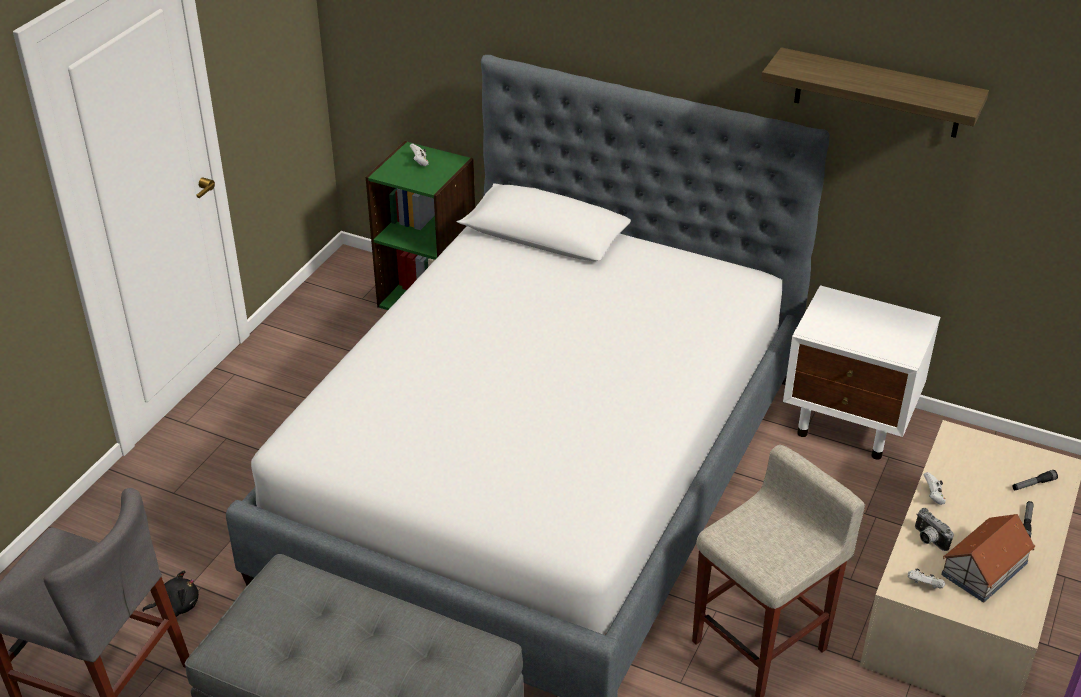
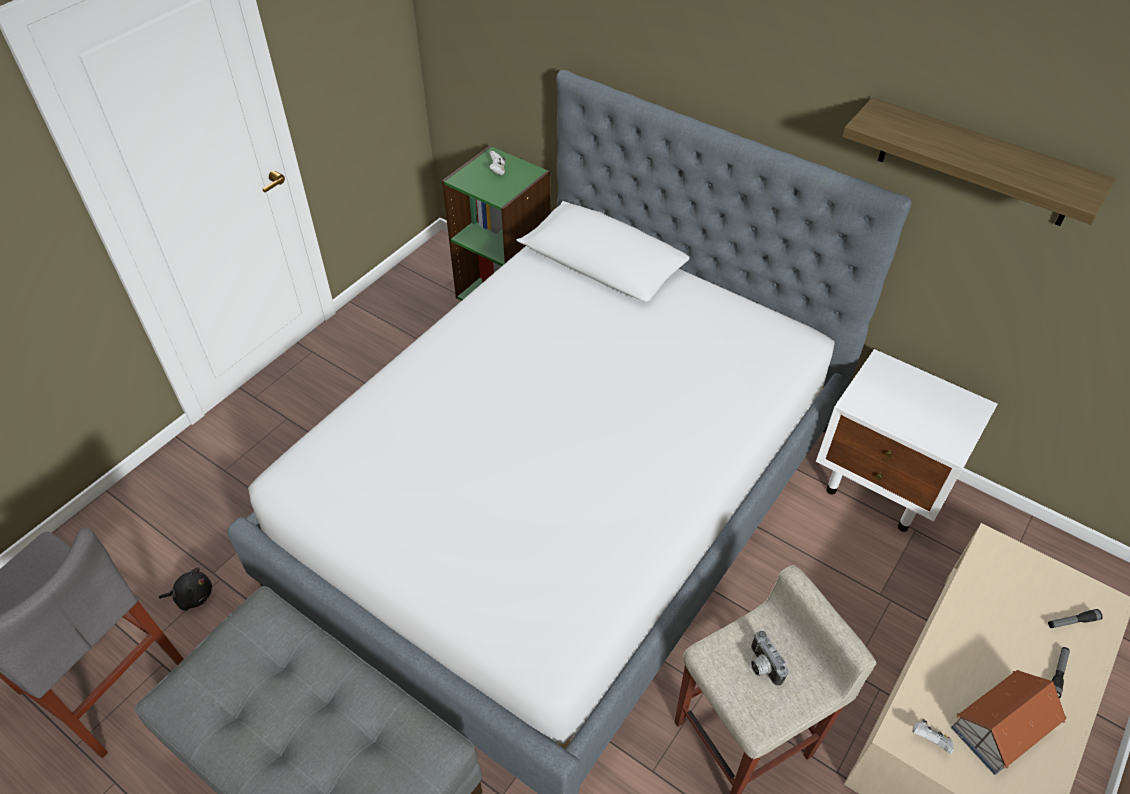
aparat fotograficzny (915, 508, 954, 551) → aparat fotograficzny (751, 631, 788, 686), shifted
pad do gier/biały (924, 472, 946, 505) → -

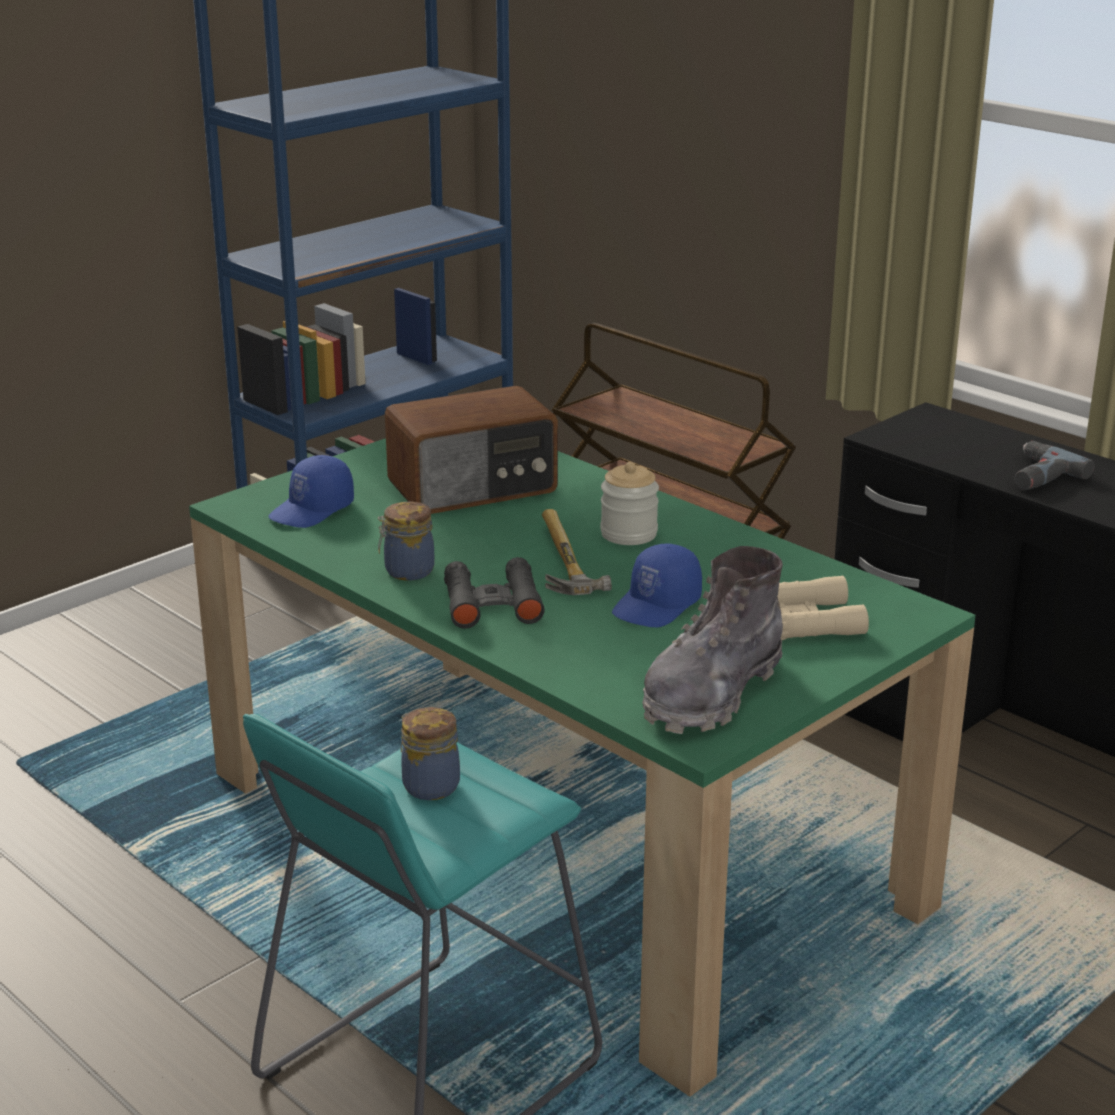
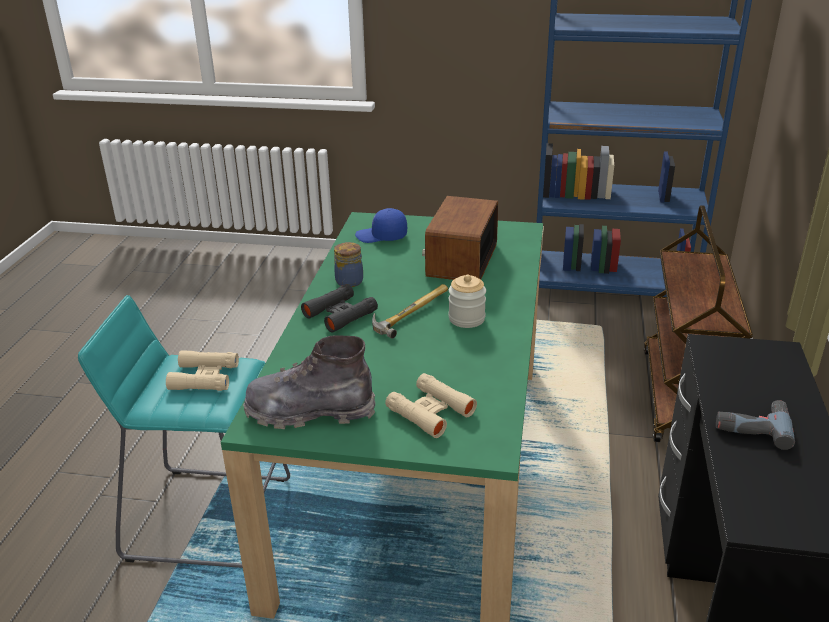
radio (385, 385, 558, 514) → radio (422, 196, 499, 280), 75 degrees clockwise
słoik (401, 707, 460, 800) → lornetka/beżowy (166, 350, 239, 391)
czapka z daszkiem/niebieski (612, 544, 702, 627) → -

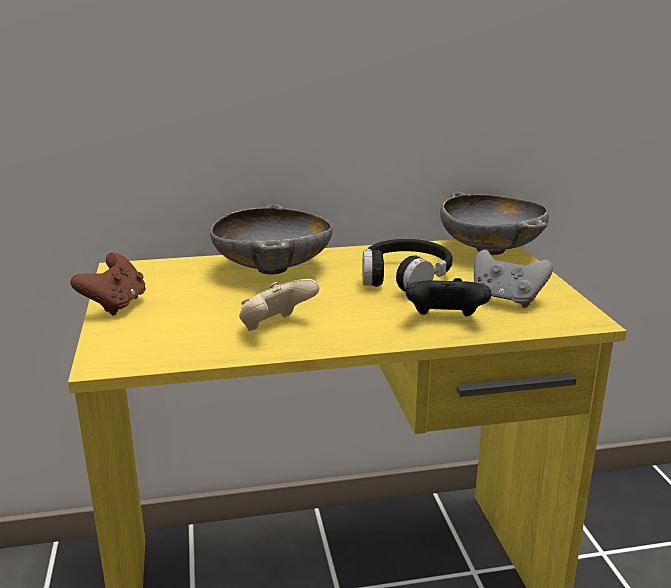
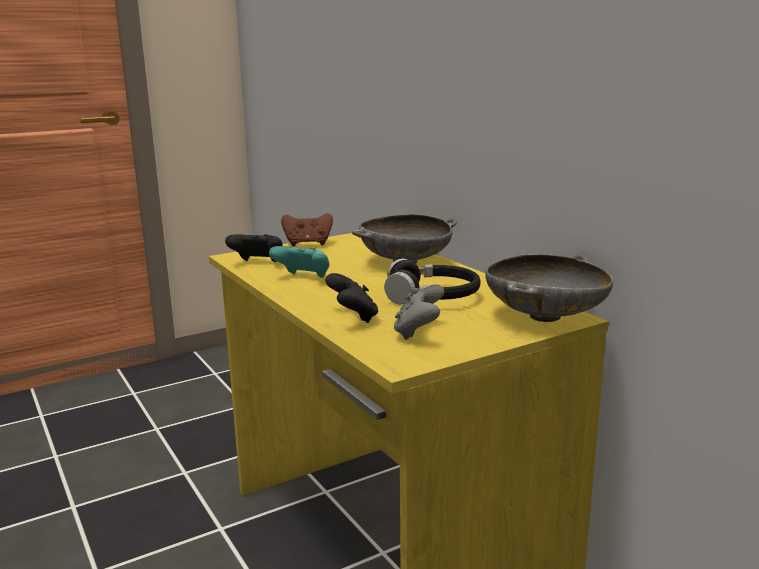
pad do gier/beżowy (239, 279, 319, 331) → pad do gier/turkusowy (269, 246, 329, 278)
- → pad do gier/czarny (225, 234, 283, 262)

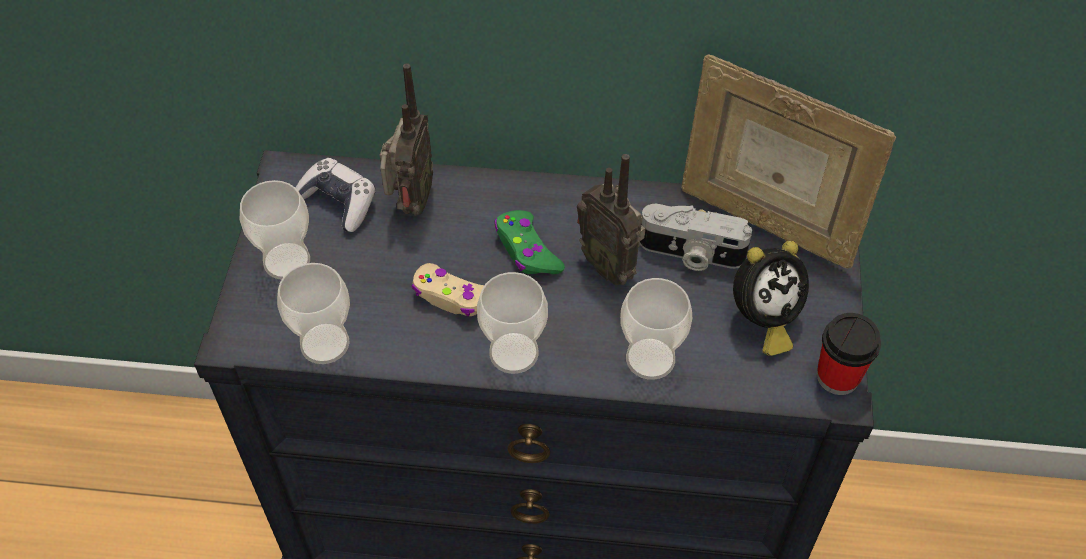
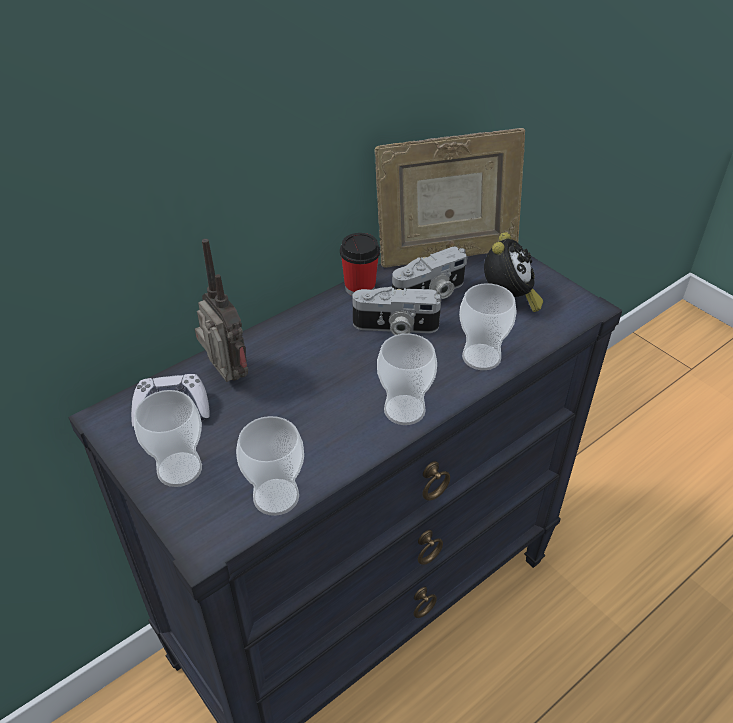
pad do gier/beżowy (411, 263, 484, 316) → -
pad do gier/zielony (494, 210, 565, 275) → -
radio (577, 154, 646, 285) → aparat fotograficzny (352, 286, 441, 335)
filiżanka (817, 313, 881, 395) → filiżanka (340, 233, 380, 296), shifted

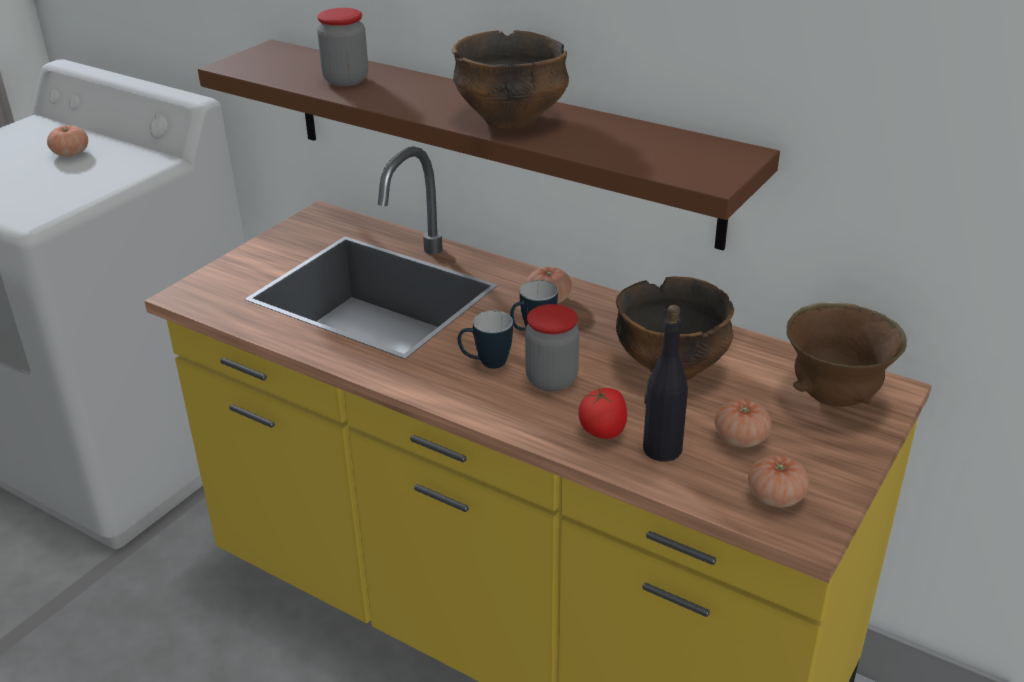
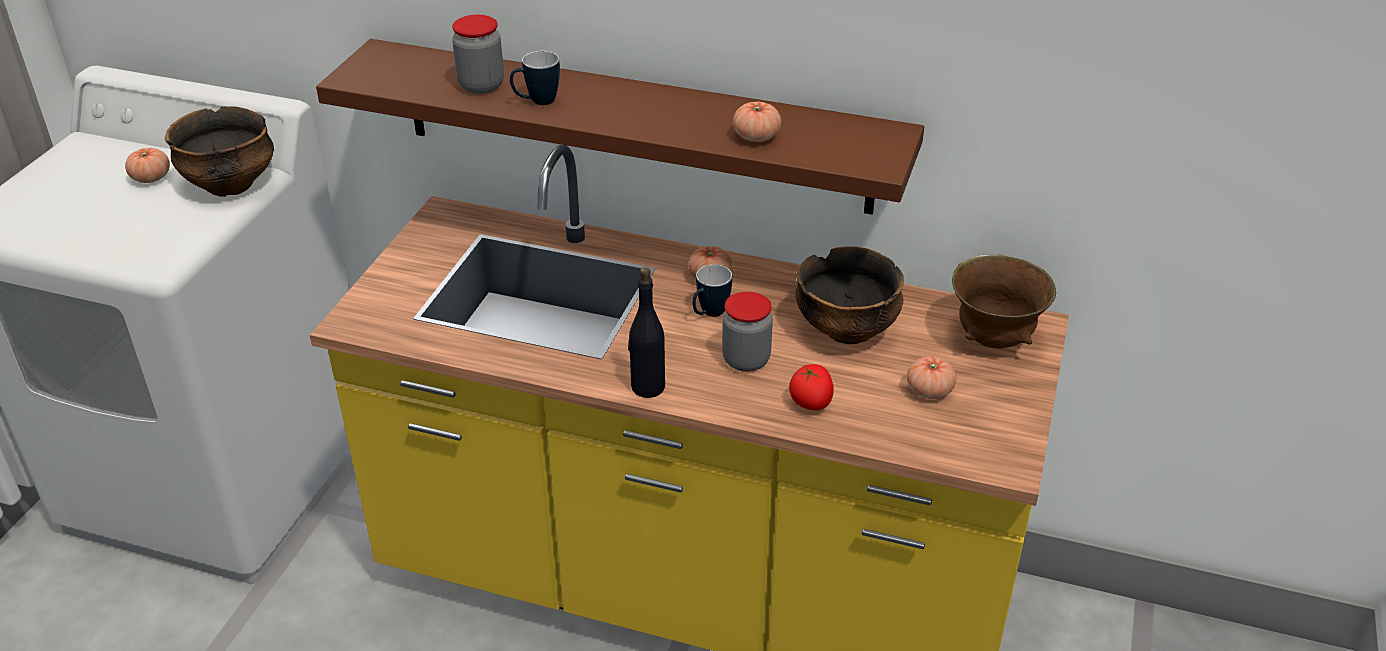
miska (452, 30, 569, 129) → miska (165, 106, 274, 197), shifted
kubek (458, 311, 513, 369) → kubek (510, 51, 560, 105), shifted
butelka/czarny (643, 305, 688, 462) → butelka/czarny (628, 267, 665, 398), shifted
pomidor (748, 455, 809, 507) → pomidor (733, 101, 781, 142), shifted

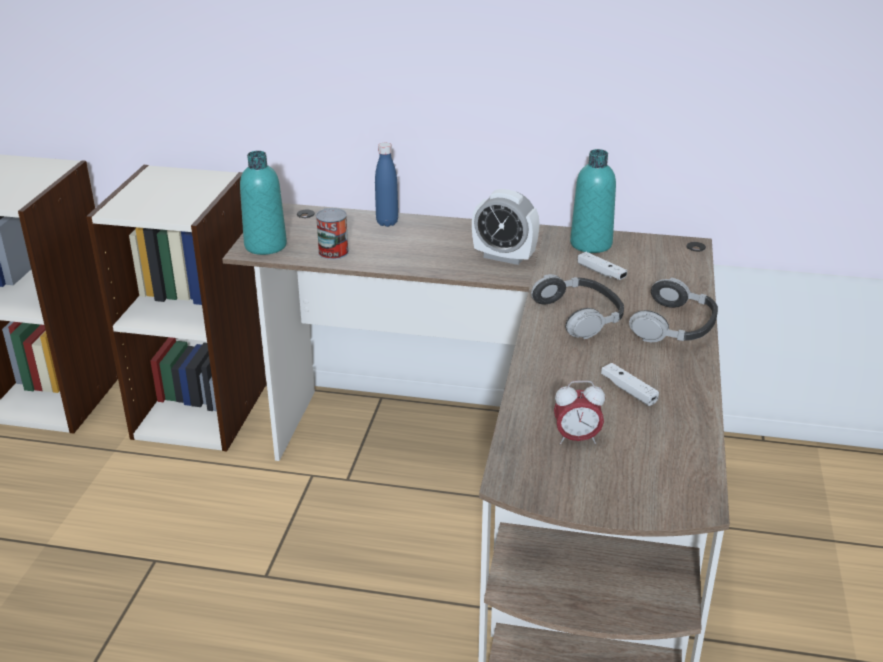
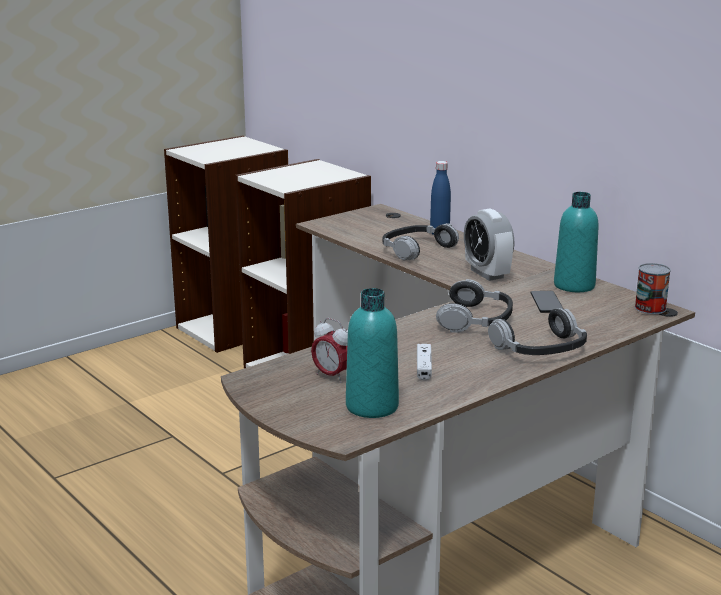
butelka/turkusowy (240, 151, 287, 255) → butelka/turkusowy (346, 288, 399, 418), shifted
puszka (316, 208, 349, 260) → puszka (635, 263, 671, 314), shifted
pad do gier/biały (578, 252, 627, 280) → telefon (530, 291, 563, 313)
- → słuchawki (383, 223, 459, 261)

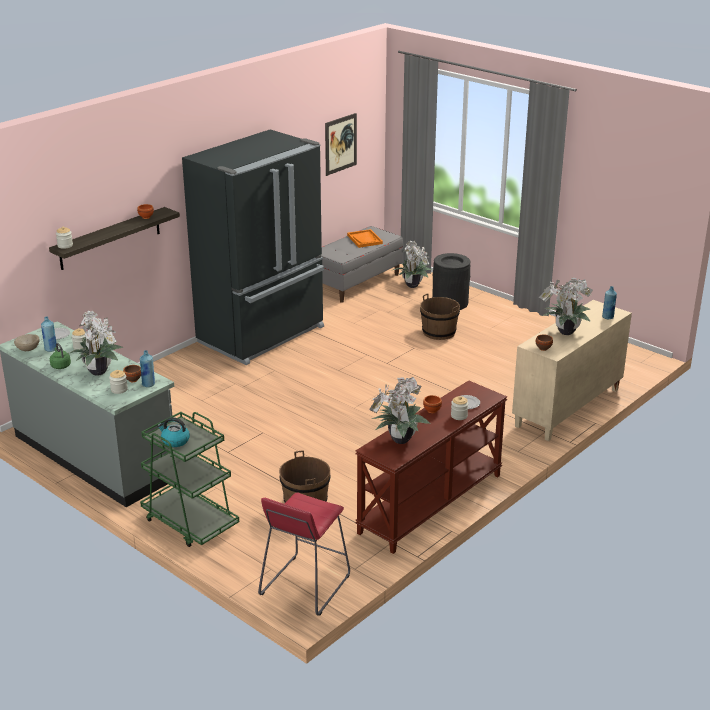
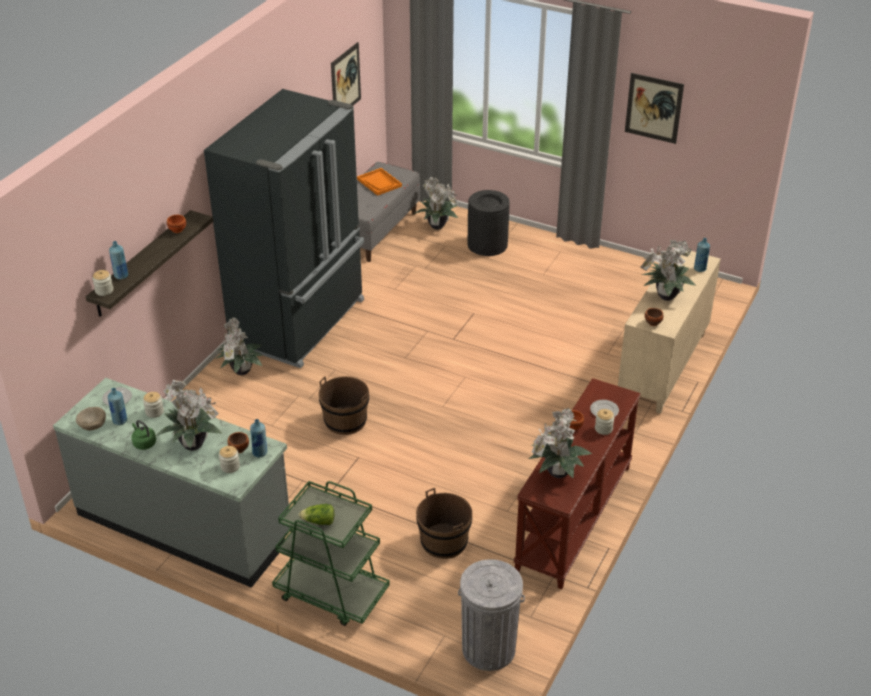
czajnik (157, 417, 190, 447) → sałata (299, 504, 334, 525)
stołek/czerwony (258, 493, 350, 615) → kosz na śmieci/szary (458, 559, 525, 671)
wiadro/brązowy (420, 293, 460, 340) → wiadro/brązowy (318, 376, 369, 435), shifted
- → butelka/niebieski (109, 241, 128, 280)
- → roślina doniczkowa (215, 318, 263, 375)
- → obraz (625, 73, 684, 144)

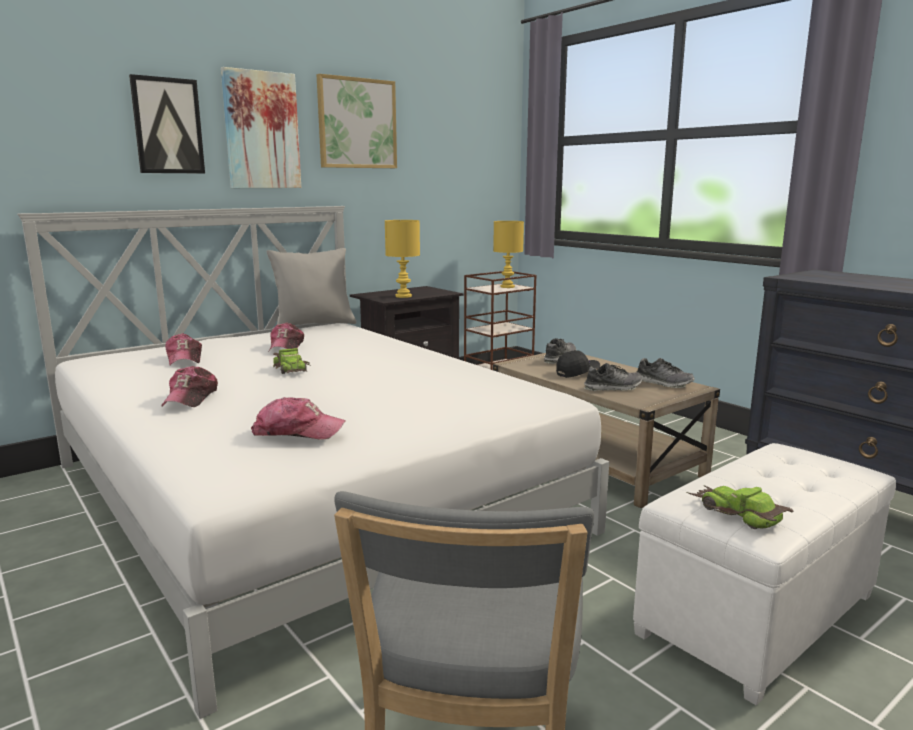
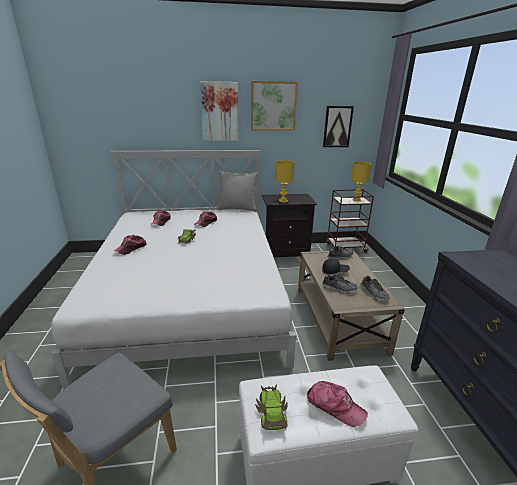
obraz (129, 74, 205, 173) → obraz (323, 106, 354, 147), shifted
czapka z daszkiem (251, 397, 346, 440) → czapka z daszkiem (307, 381, 368, 427), shifted

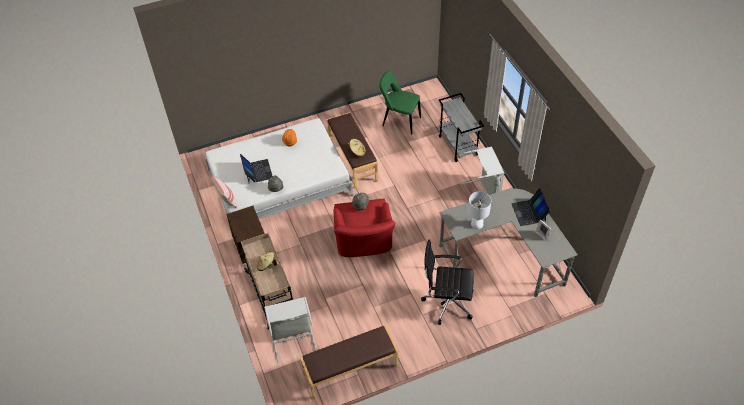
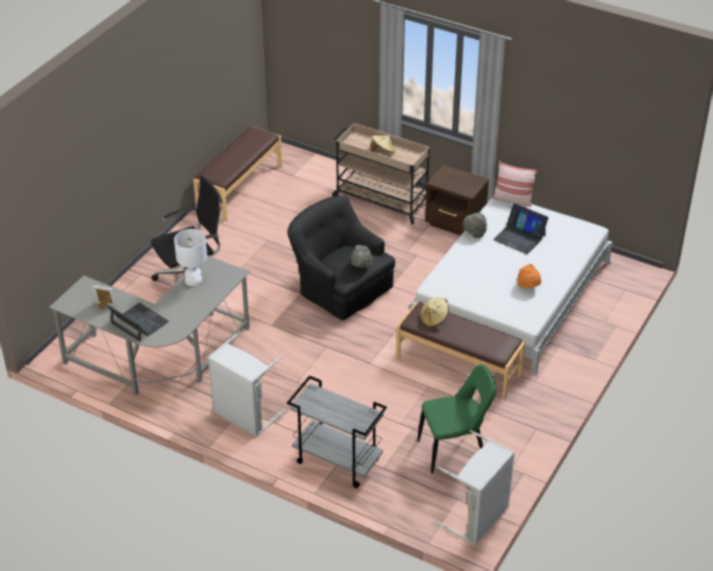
kosz na pranie/szary (264, 297, 317, 363) → kosz na pranie/szary (434, 430, 515, 546), shifted
fotel/czerwony (333, 199, 396, 257) → fotel/czarny (287, 196, 395, 321)

